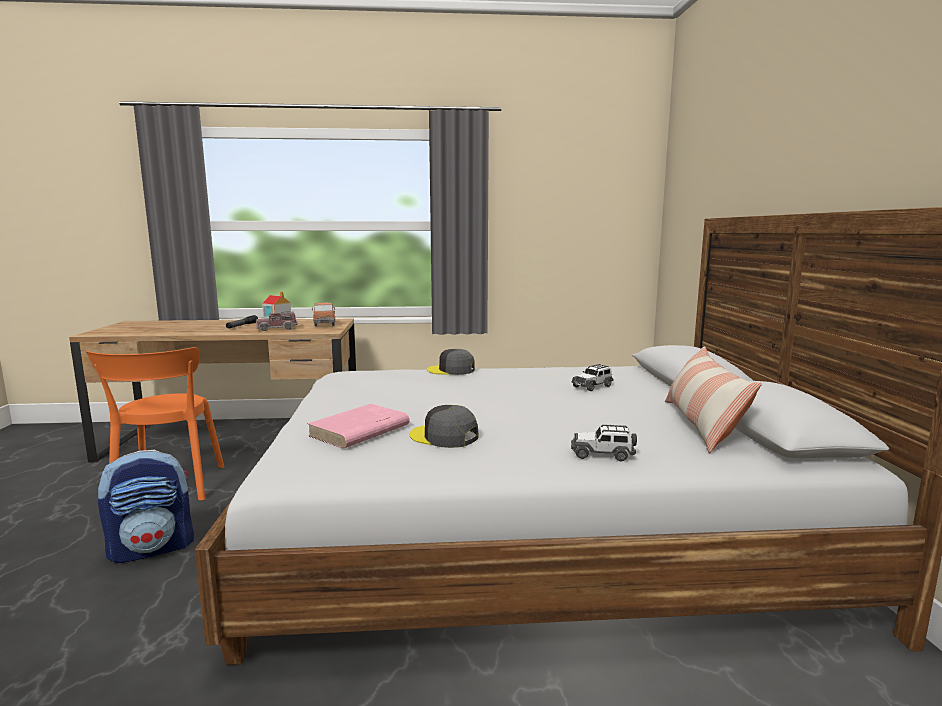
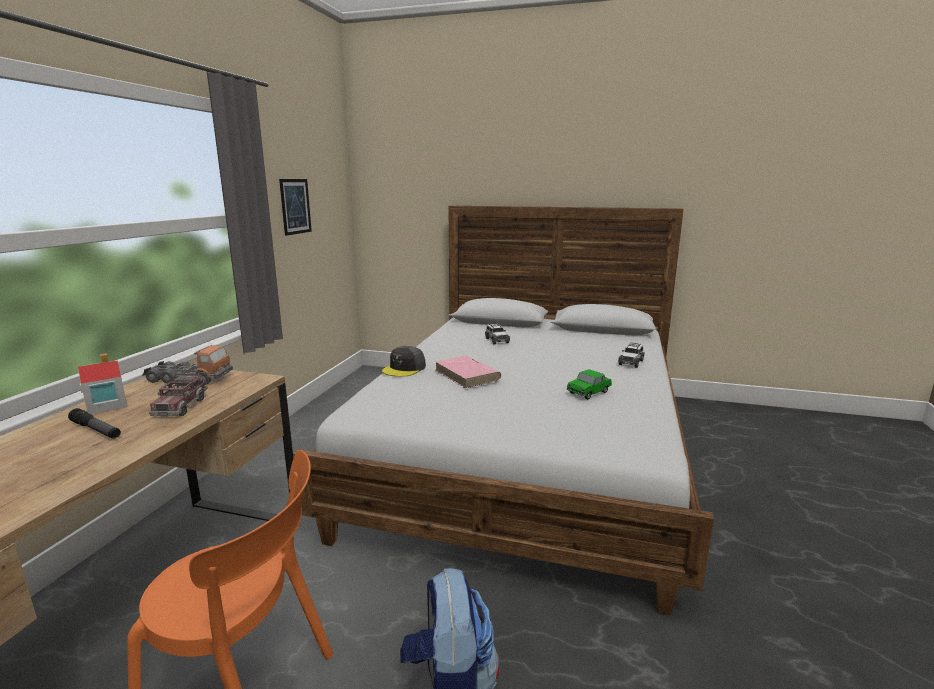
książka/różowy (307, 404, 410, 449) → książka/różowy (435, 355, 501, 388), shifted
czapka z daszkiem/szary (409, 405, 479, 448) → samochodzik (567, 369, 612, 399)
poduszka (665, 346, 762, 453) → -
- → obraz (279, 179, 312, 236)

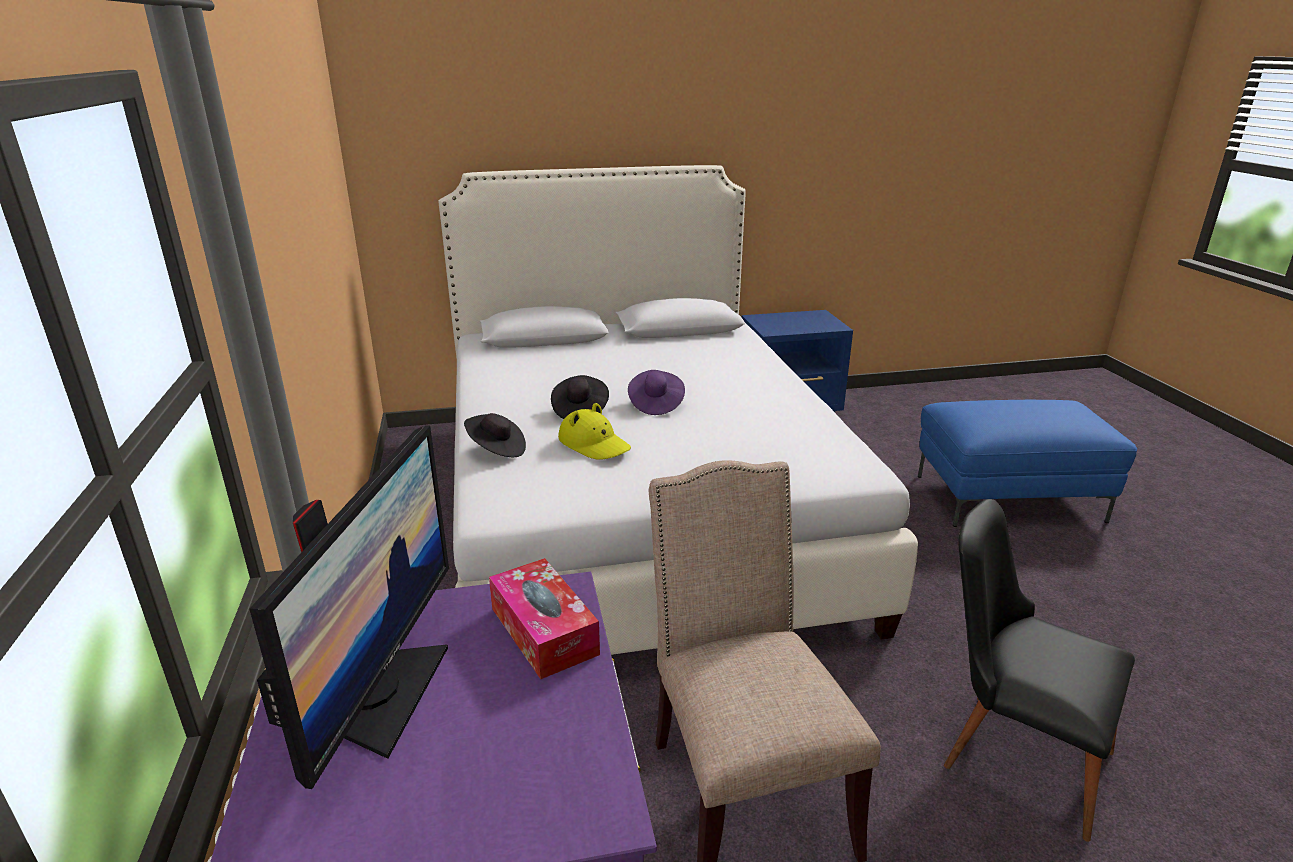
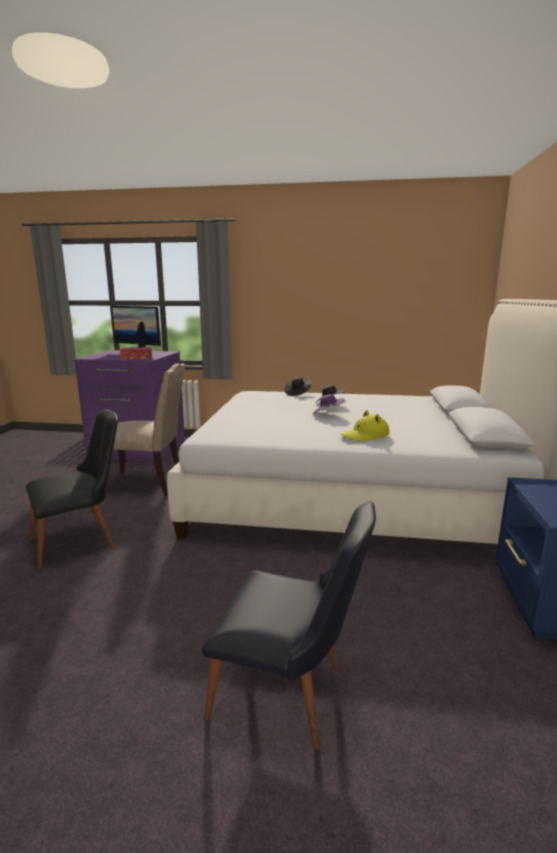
kapelusz/żółty (558, 403, 631, 460) → kapelusz/żółty (341, 410, 390, 441), shifted
pufa/niebieski (918, 400, 1137, 527) → krzesło/czarny (202, 502, 376, 749)

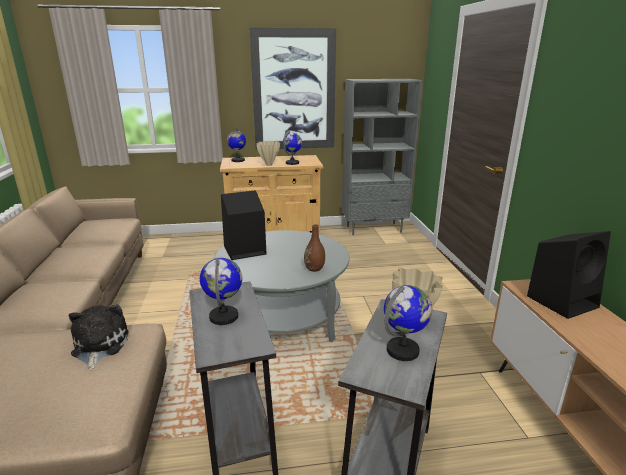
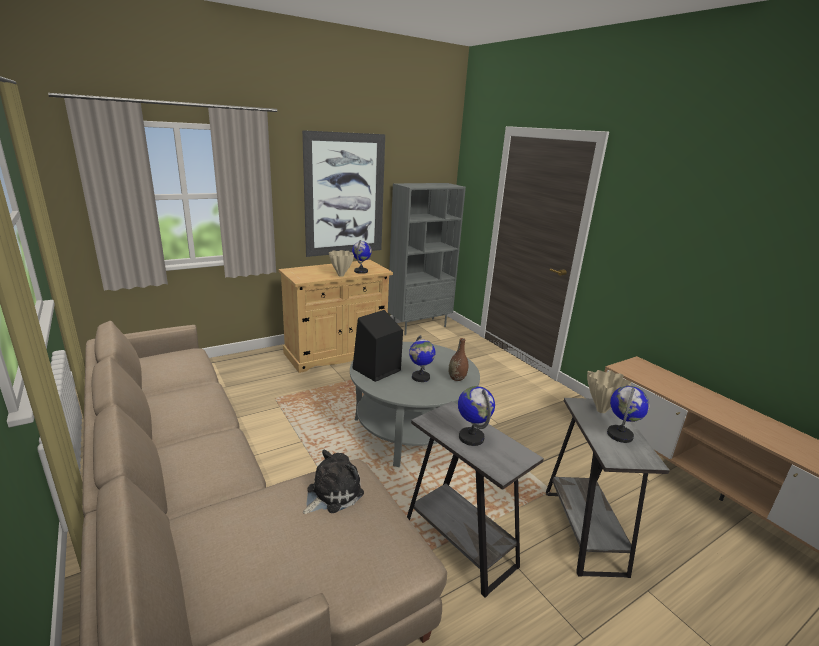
pluszak (68, 304, 129, 370) → pluszak (303, 449, 364, 514), 75 degrees clockwise
globus (227, 128, 246, 162) → globus (409, 335, 435, 382), shifted
głośnik/czarny (527, 231, 611, 319) → -

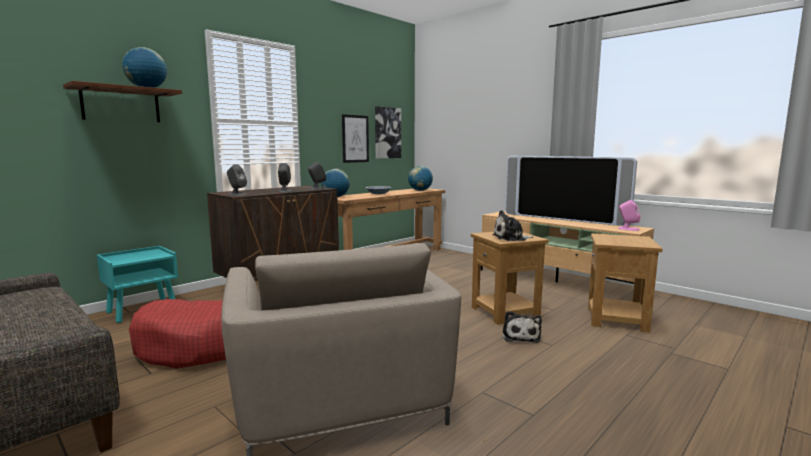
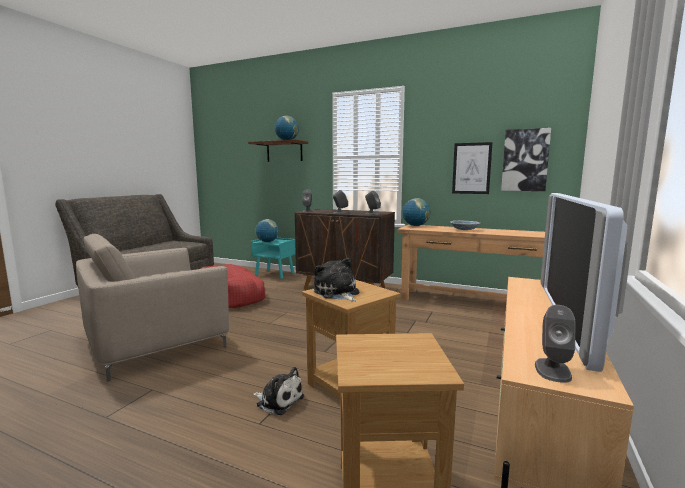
globus (408, 166, 433, 191) → globus (256, 219, 279, 242), shifted
pluszak (503, 311, 542, 343) → pluszak (253, 367, 304, 415), 135 degrees counterclockwise
głośnik/różowy (618, 200, 641, 231) → głośnik/szary (535, 305, 575, 383)

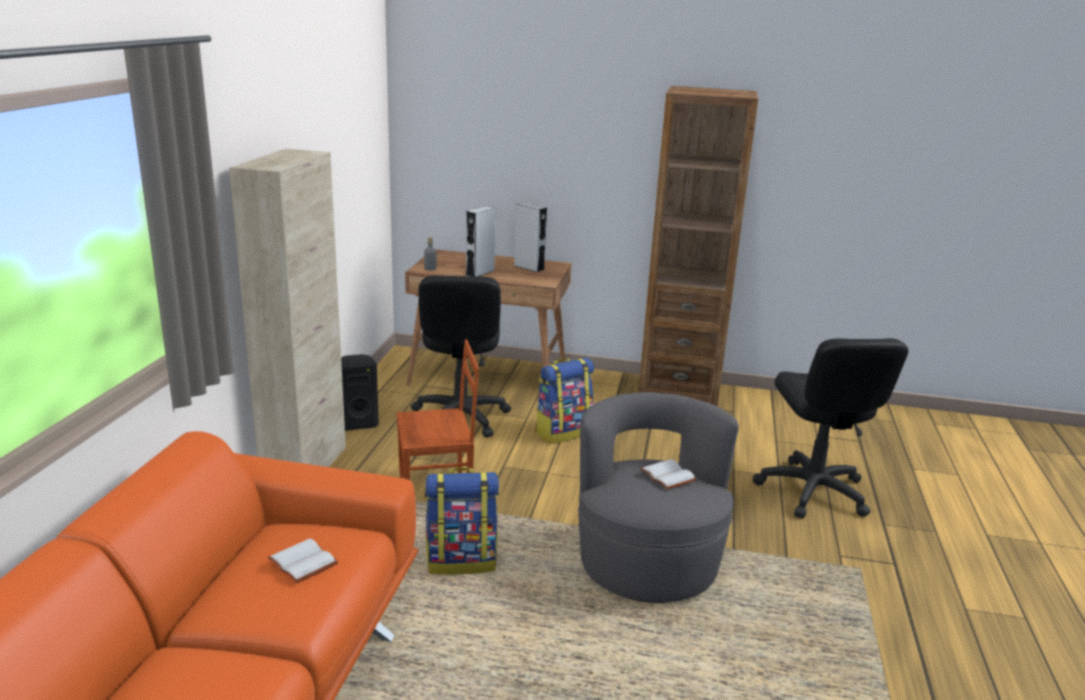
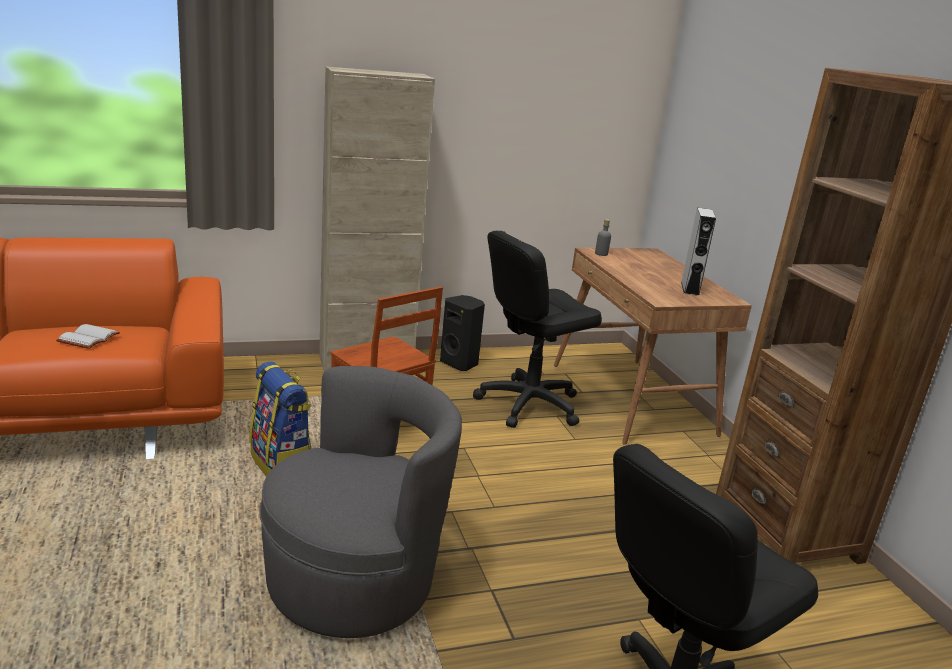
głośnik/szary (466, 206, 496, 277) → -
plecak (535, 358, 594, 444) → -
książka/biały (640, 459, 697, 490) → -

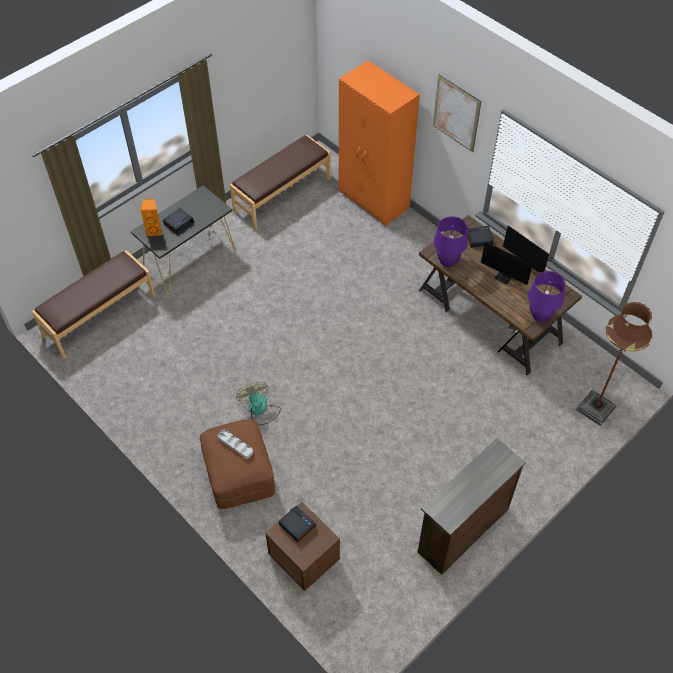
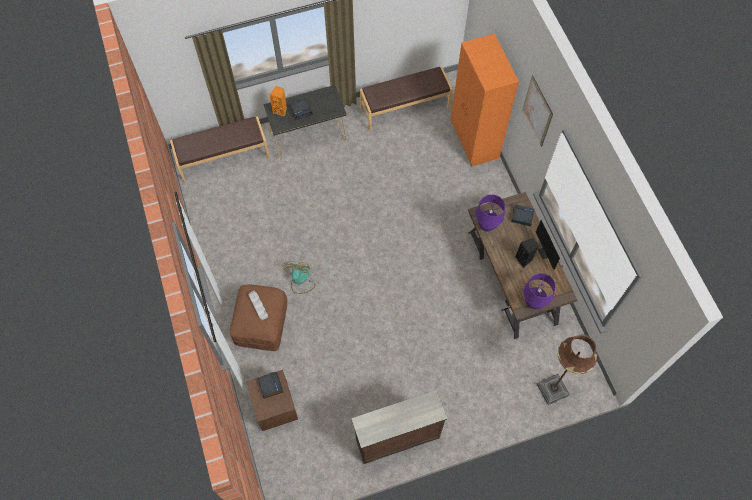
monitor (481, 242, 542, 285) → głośnik/czarny (516, 238, 539, 268)

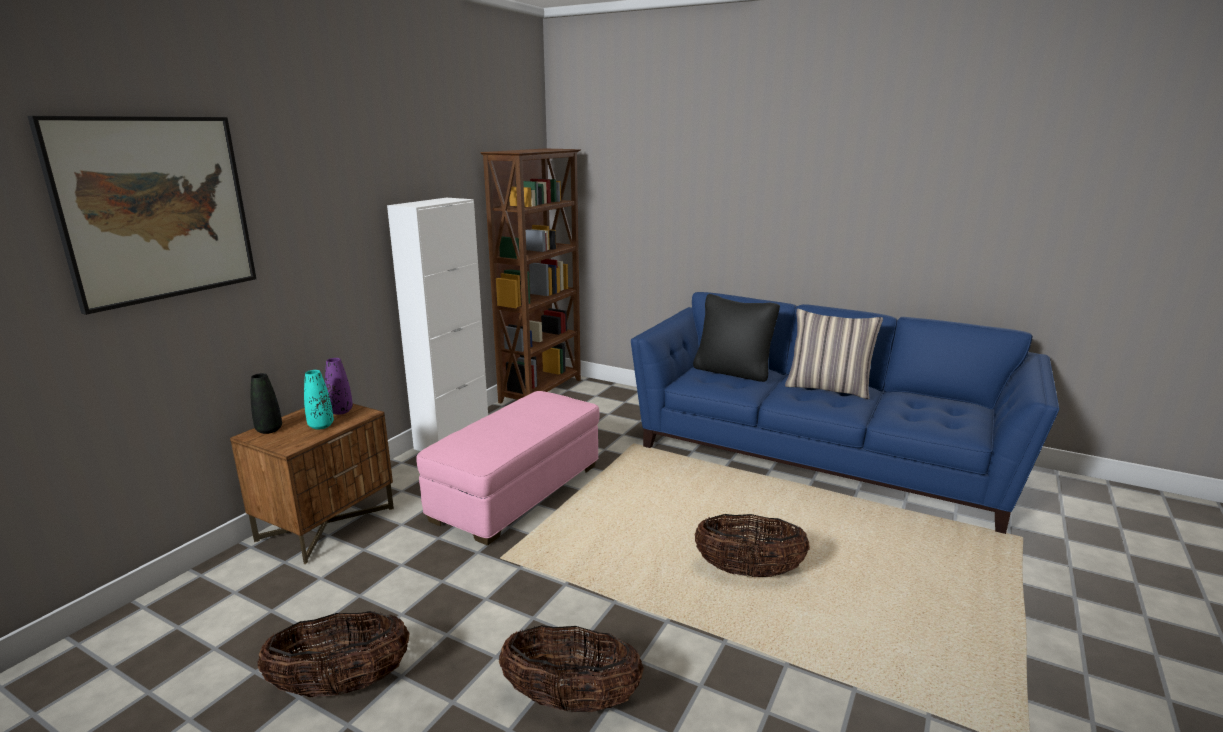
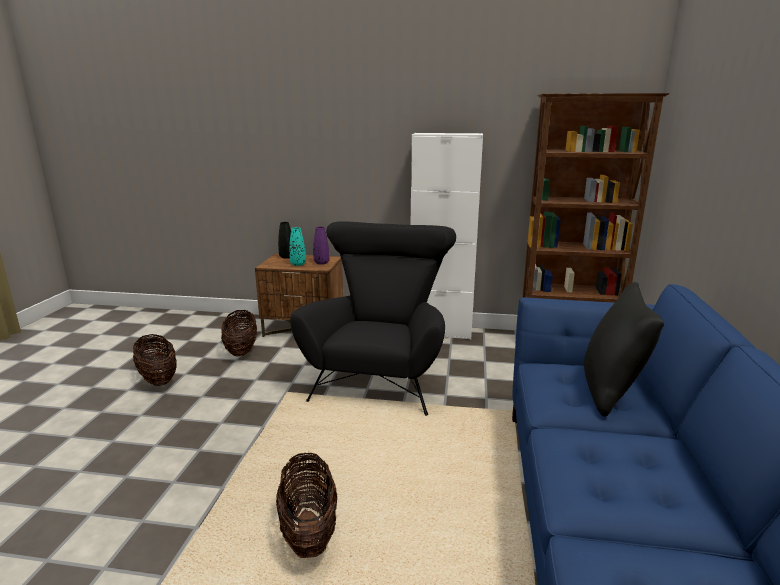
obraz (27, 116, 256, 315) → -
pufa/różowy (416, 391, 599, 546) → fotel/czarny (290, 222, 456, 416)
koszyk (499, 625, 644, 712) → koszyk (221, 310, 257, 356), shifted
poduszka (785, 309, 883, 399) → -

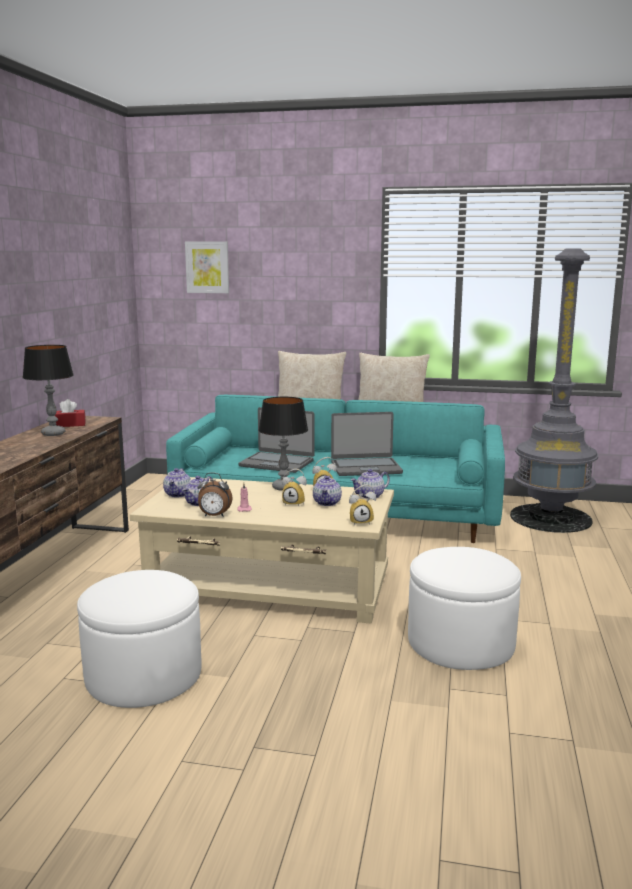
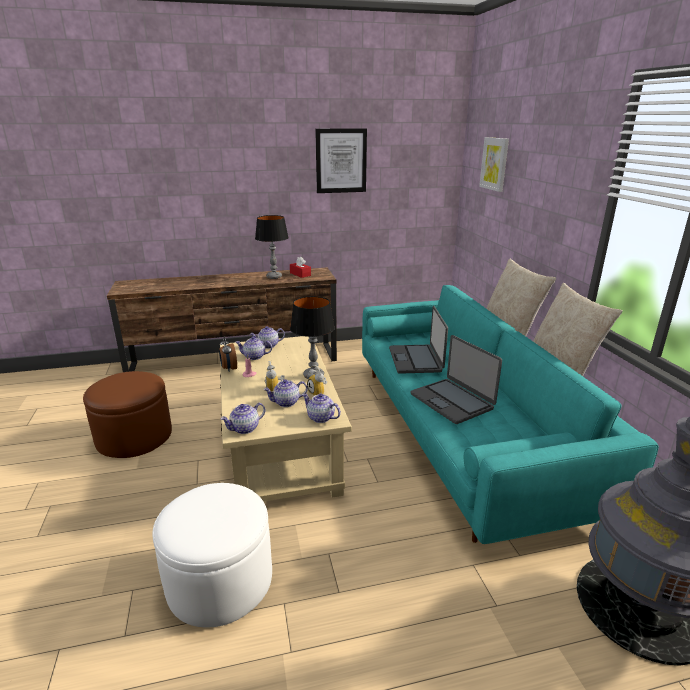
pufa/biały (77, 570, 202, 708) → pufa/brązowy (83, 371, 172, 458)
budzik (349, 484, 376, 525) → imbryk (221, 403, 265, 434)
- → obraz (315, 128, 367, 193)

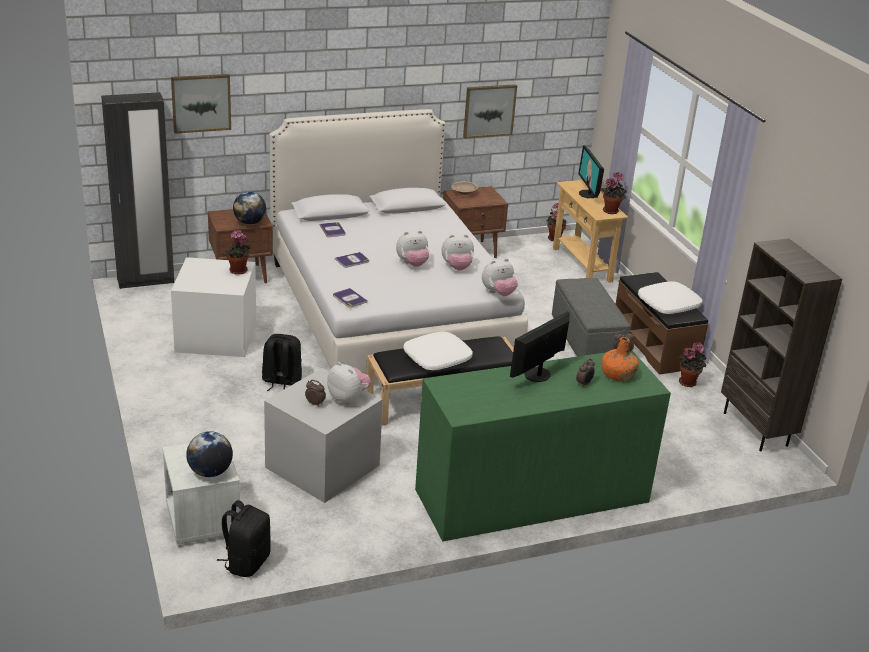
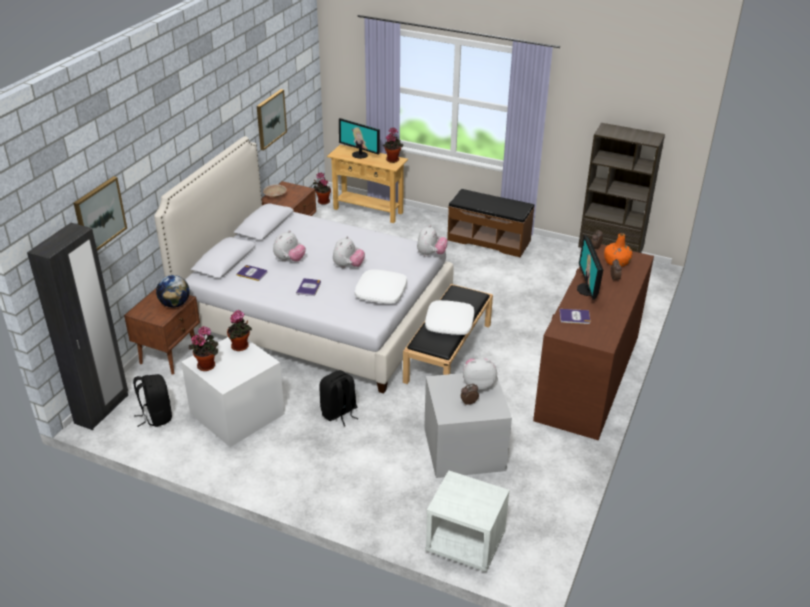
globus (186, 431, 233, 477) → -
plecak/czarny (217, 500, 271, 577) → plecak/czarny (133, 374, 172, 427), shifted
książka (333, 288, 368, 308) → książka (559, 309, 590, 324), shifted
komoda/zielony (415, 351, 671, 541) → komoda/brązowy (533, 244, 654, 440)
pluszak (442, 234, 474, 270) → pluszak (273, 230, 306, 262), shifted
pufa/szary (552, 278, 630, 356) → -
poduszka/biały (638, 281, 702, 314) → poduszka/biały (355, 269, 407, 304), shifted
roślina doniczkowa (679, 343, 707, 387) → roślina doniczkowa (189, 326, 218, 371), shifted

